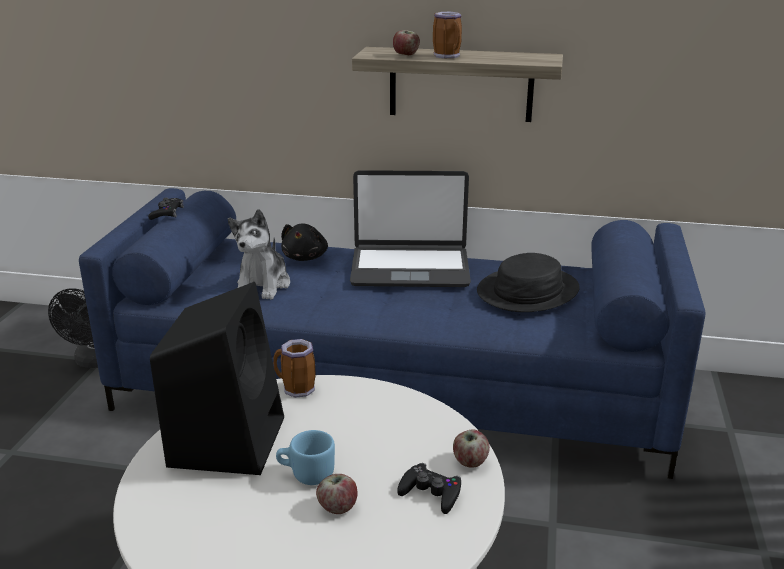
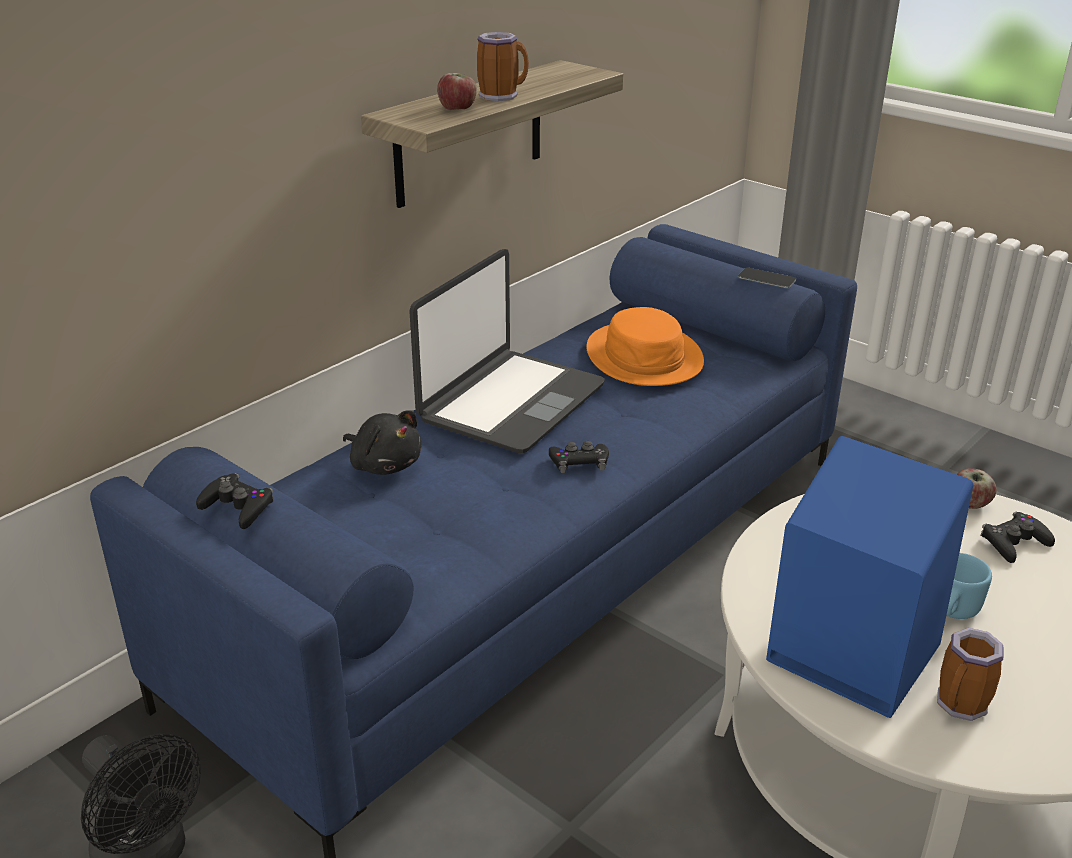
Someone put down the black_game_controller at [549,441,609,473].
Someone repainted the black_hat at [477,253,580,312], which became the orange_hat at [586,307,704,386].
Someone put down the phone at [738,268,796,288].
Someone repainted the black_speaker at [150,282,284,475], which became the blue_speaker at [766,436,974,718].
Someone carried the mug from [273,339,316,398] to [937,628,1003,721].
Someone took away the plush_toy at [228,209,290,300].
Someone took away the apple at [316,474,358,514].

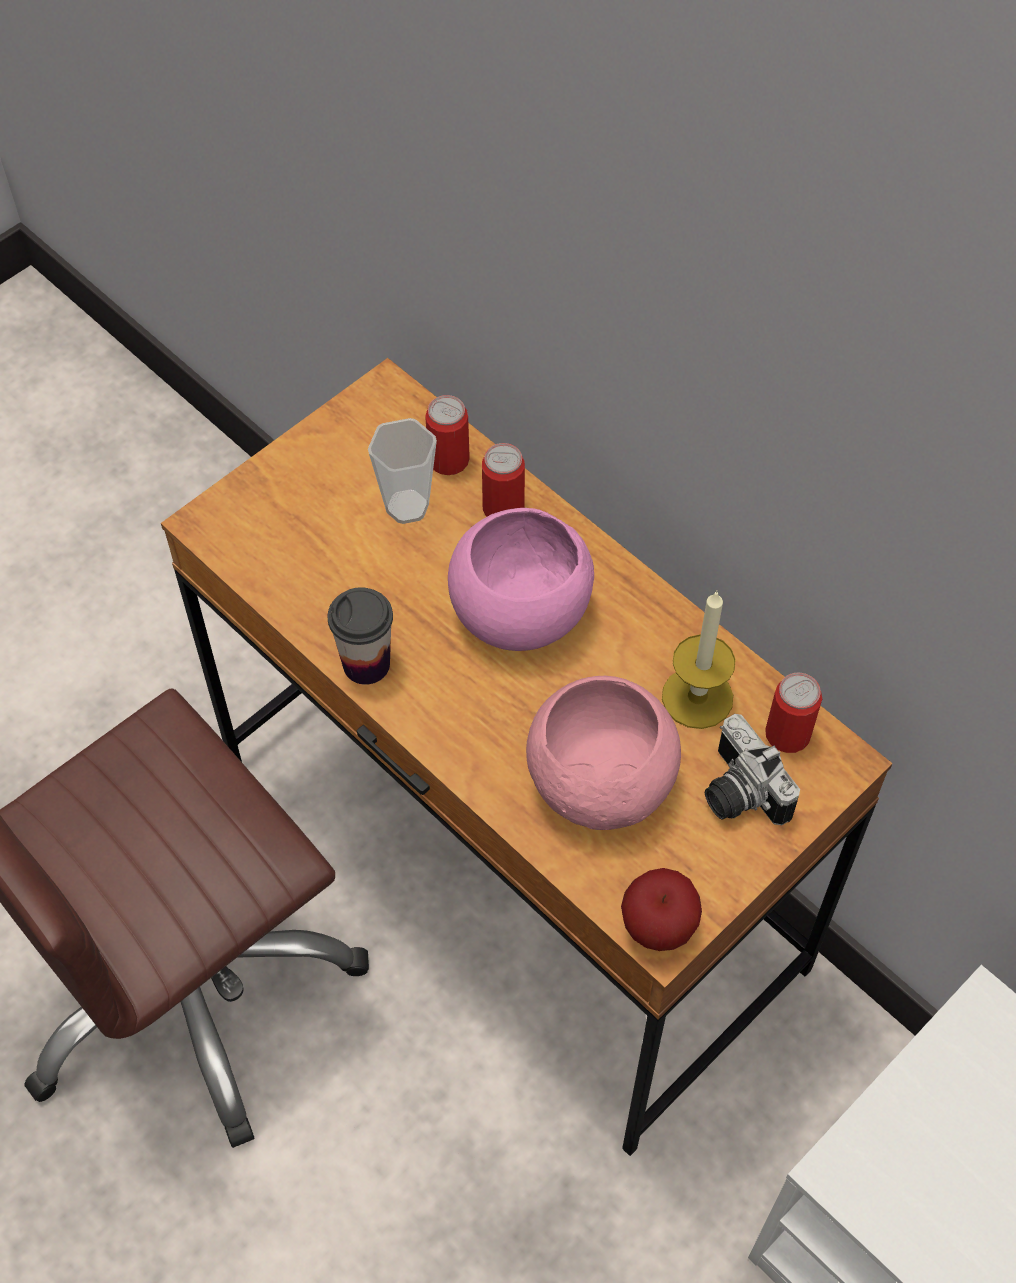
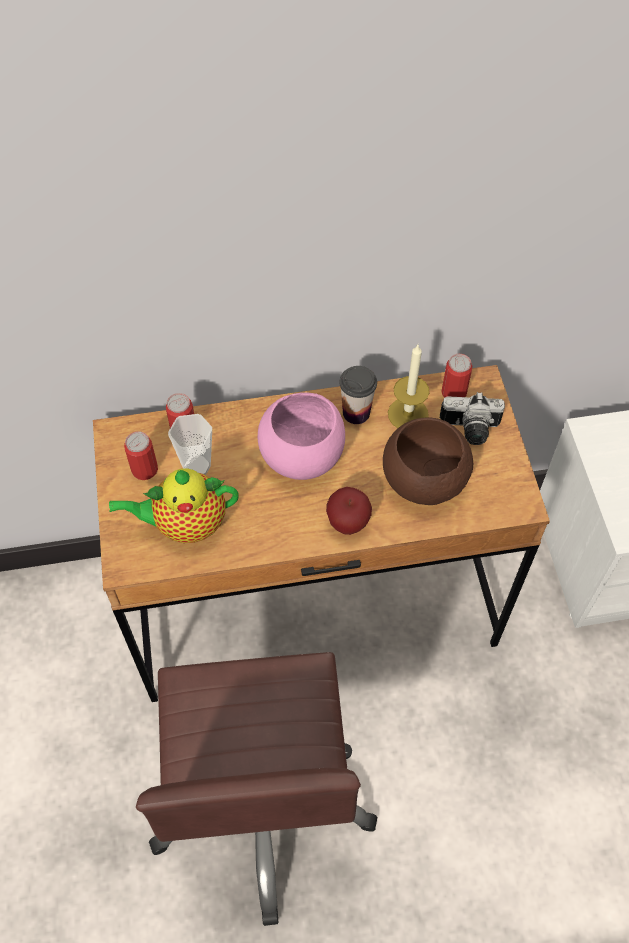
Someone put down the teapot at [109,468,239,543].
Someone carried the can from [482,443,525,516] to [124,431,158,480].
Someone carried the apple from [621,868,702,951] to [326,487,372,535].
Someone carried the cup from [328,587,393,685] to [339,366,377,424].
Someone repainted the pink_bowl at [526,676,681,830], which became the brown_bowl at [383,417,473,505].

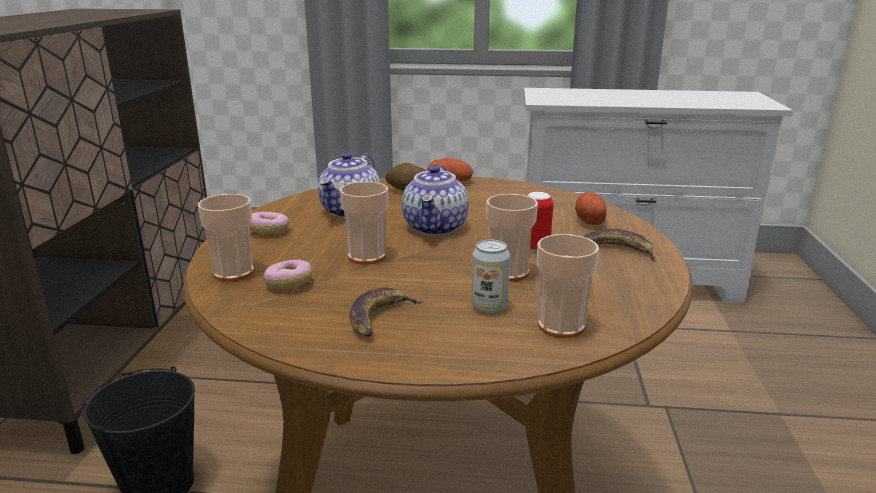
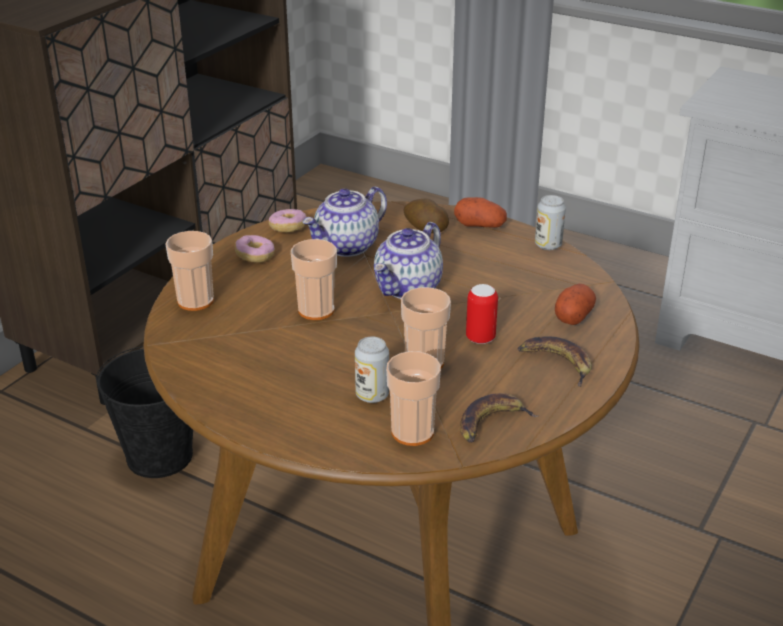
Someone carried the donut from [263,260,312,289] to [269,209,307,232].
Someone carried the banana from [350,287,423,337] to [460,393,539,443].
Someone put down the can at [535,195,566,250].

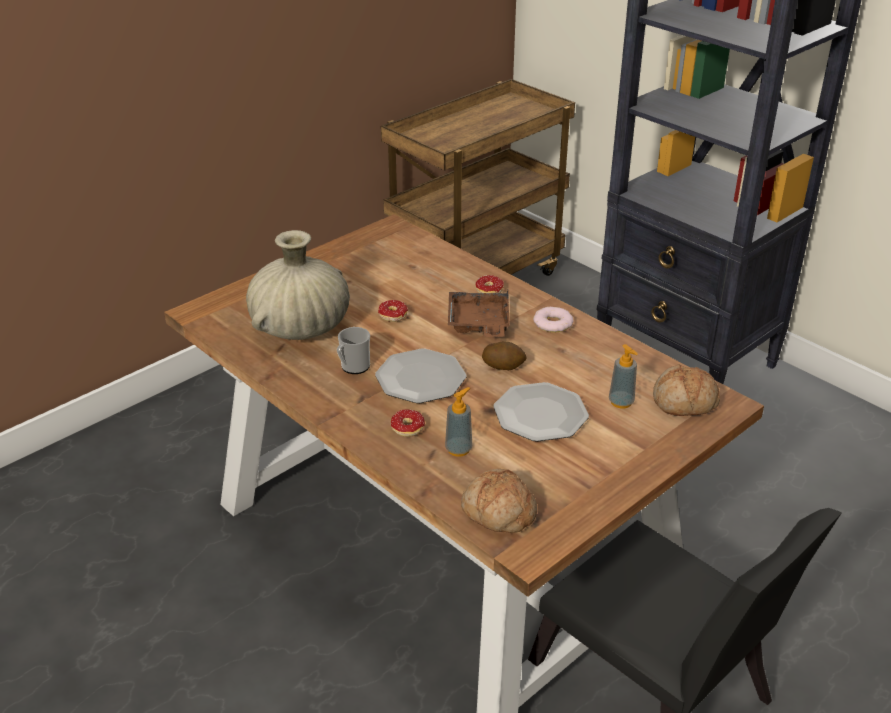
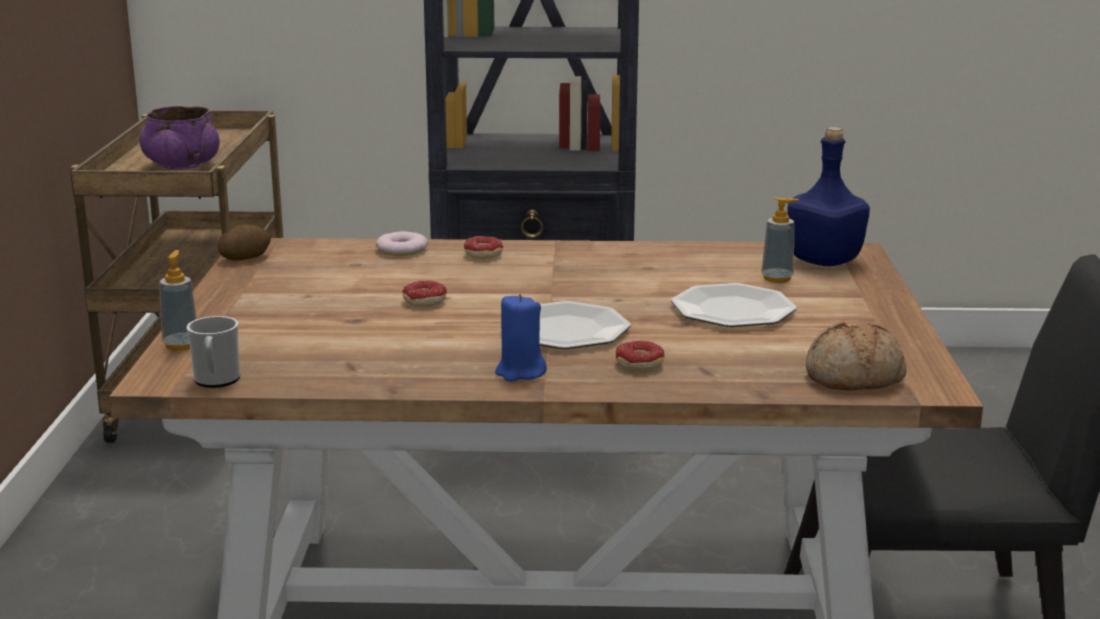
Someone put down the purple_bowl at [139,106,220,170].
Someone carried the soap_dispenser from [445,387,472,457] to [159,250,197,351].
Someone carried the mug from [337,327,370,374] to [187,316,240,388].
Someone carried the potato from [482,341,527,370] to [218,224,271,261].
Someone carried the donut from [533,307,574,332] to [376,231,428,256].
Someone put down the blue_candle at [495,294,547,382].
Someone swapped the bread at [653,364,720,416] for the blue_bottle at [787,127,870,266].
Someone took away the beige_vase at [246,230,350,340].
Someone took away the brown_tray at [448,290,510,337].

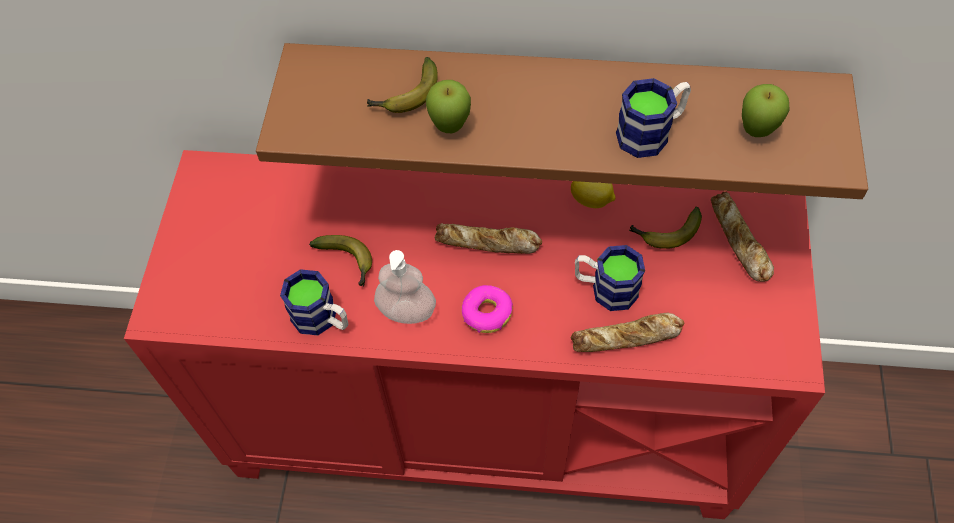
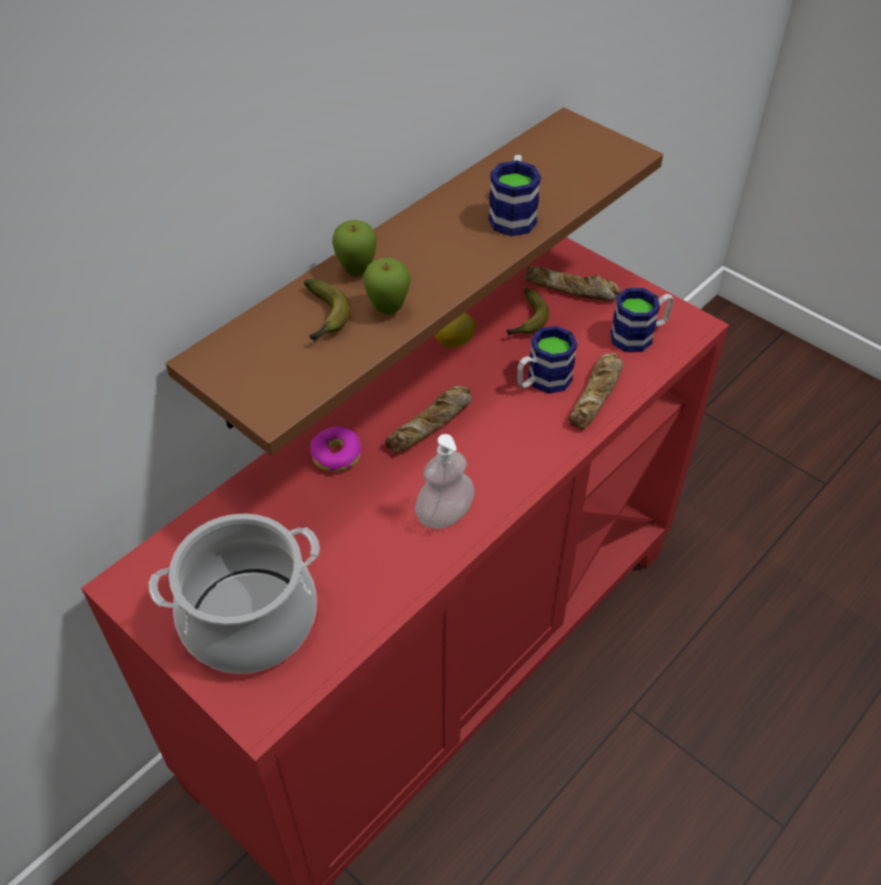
Someone put down the cooking_pot at [149,514,320,674].
Someone carried the donut from [462,285,513,333] to [310,427,362,472].
Someone carried the apple from [742,84,790,137] to [332,220,377,277].
Someone carried the mug from [280,269,348,335] to [610,288,674,352].
Someone took away the banana at [309,235,372,287].

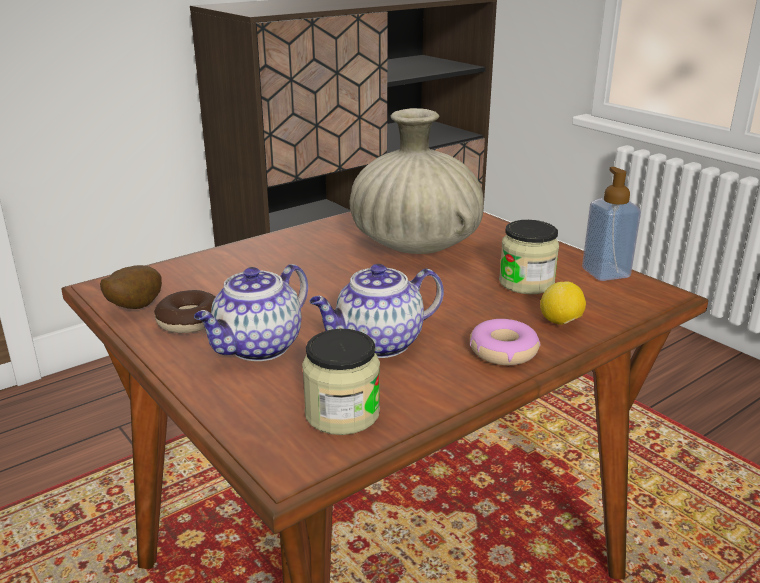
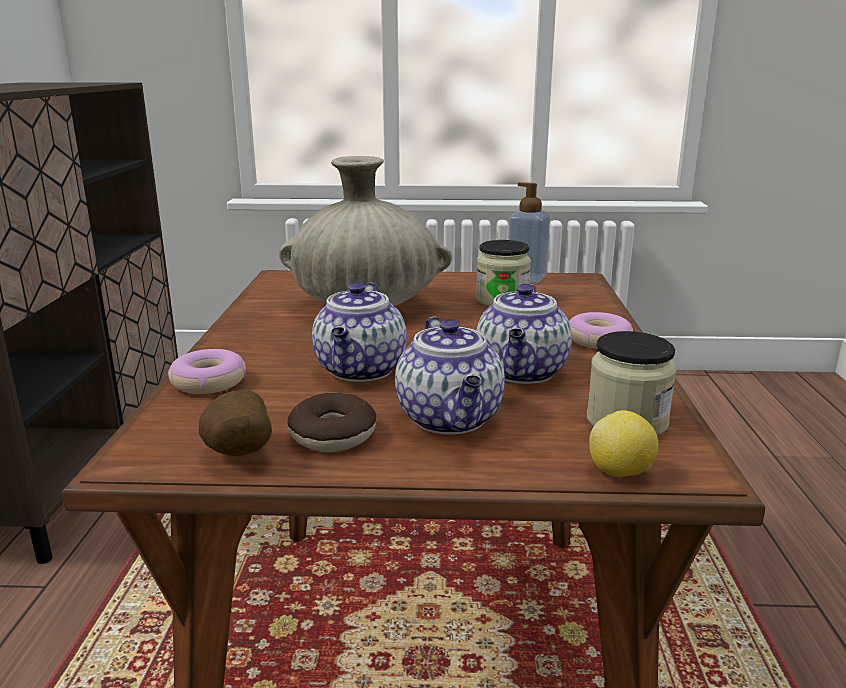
Someone put down the donut at [168,349,246,394].
Someone put down the teapot at [312,282,407,382].
Someone carried the lemon from [540,281,586,325] to [589,410,658,477].

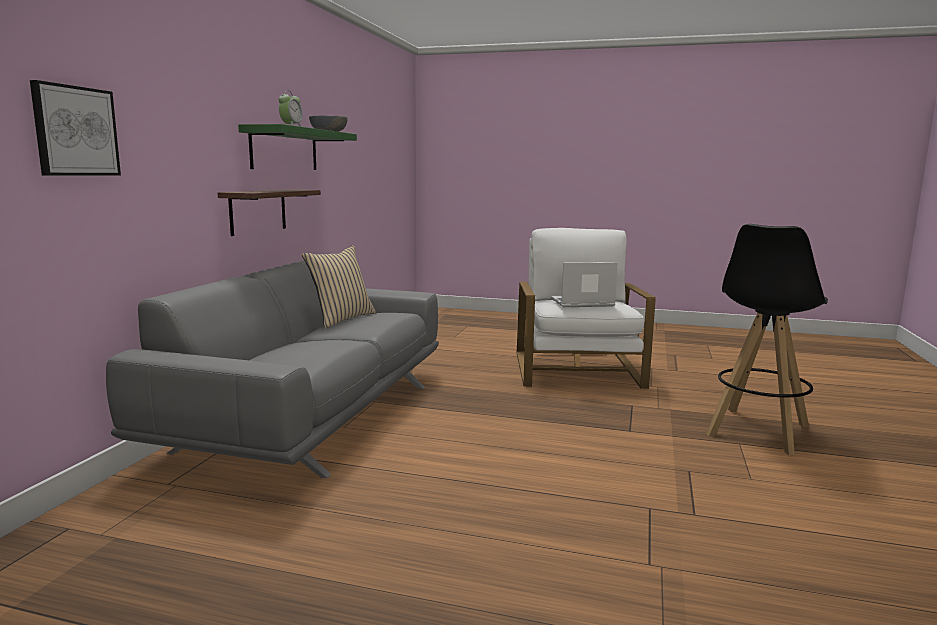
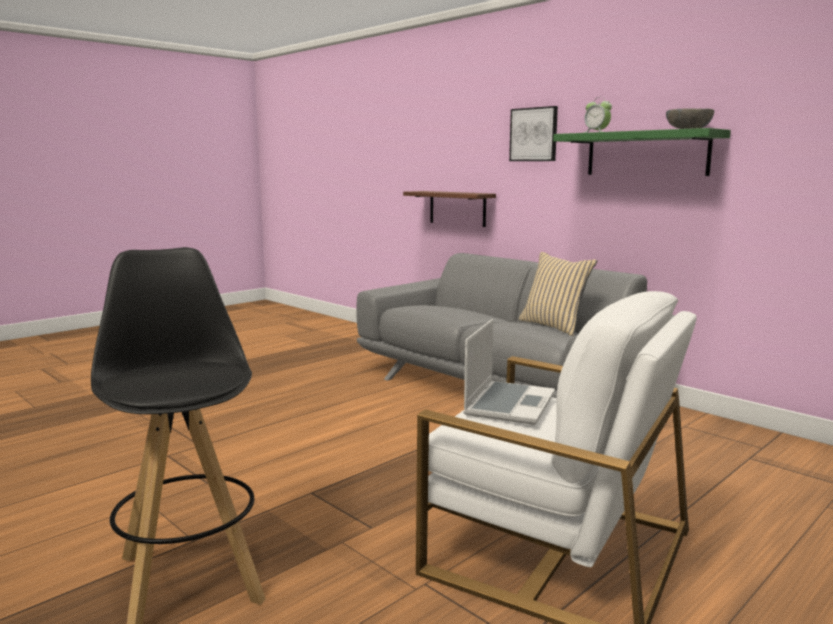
Someone carried the shelf from [217,189,321,236] to [403,191,496,227].
Someone carried the picture from [30,80,121,176] to [509,106,558,161].

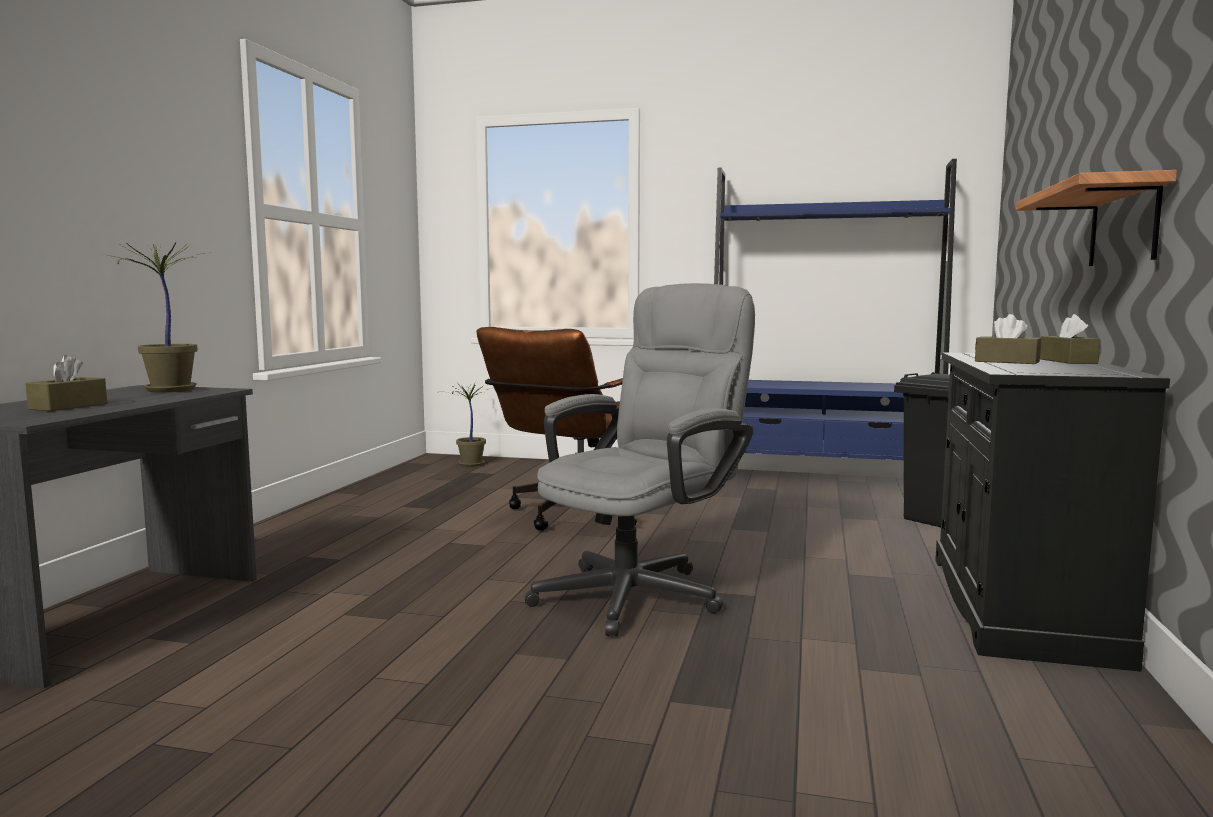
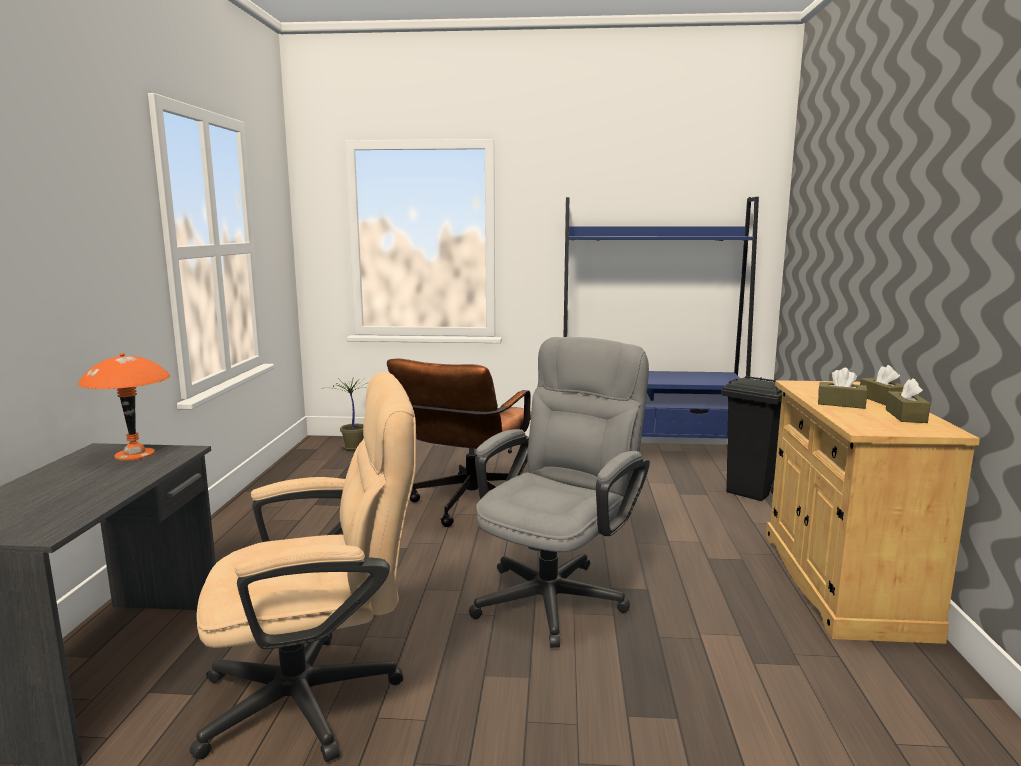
Someone swapped the potted_plant at [100,242,205,392] for the orange_table_lamp at [78,352,170,461].
Someone put down the beige_office_chair at [190,372,416,762].
Someone repainted the black_cabinet at [935,352,1170,671], which became the beige_cabinet at [766,380,980,644].
Someone carried the brown_tissue_box from [25,355,107,411] to [886,378,931,423].
Someone took away the shelf at [1016,170,1177,266].

